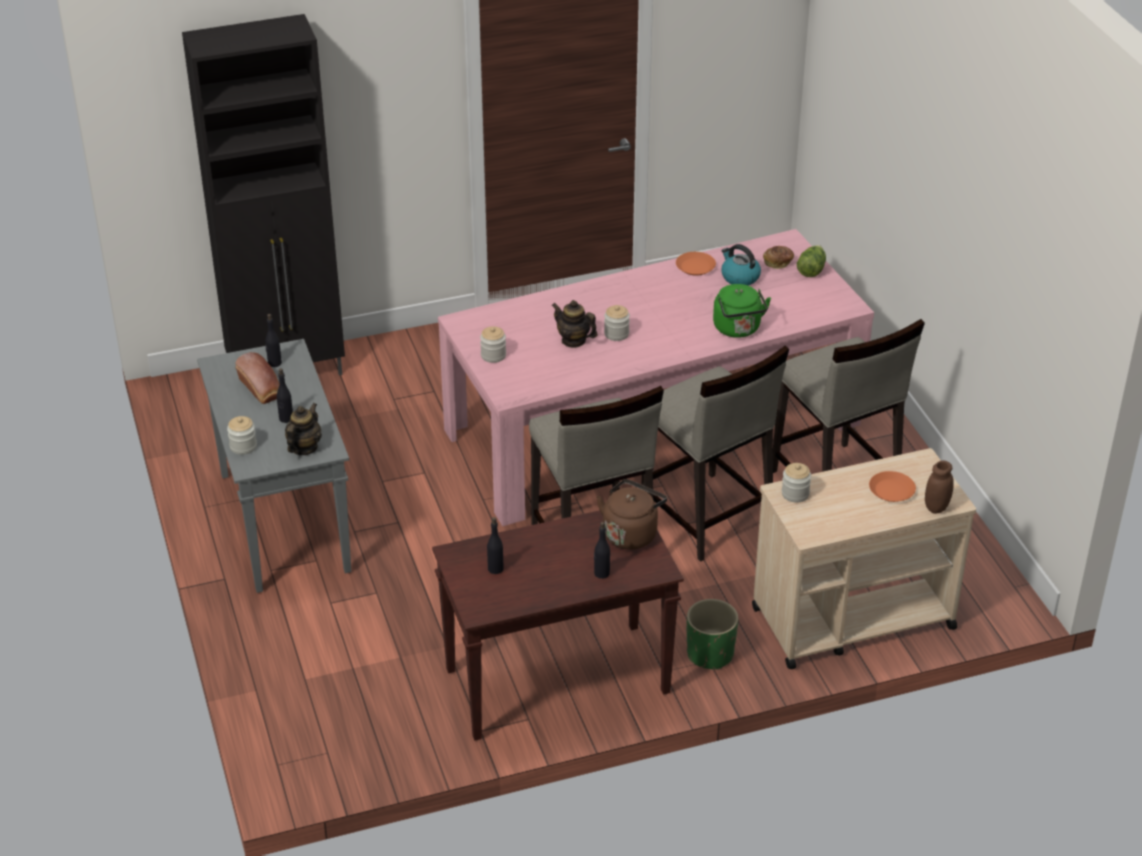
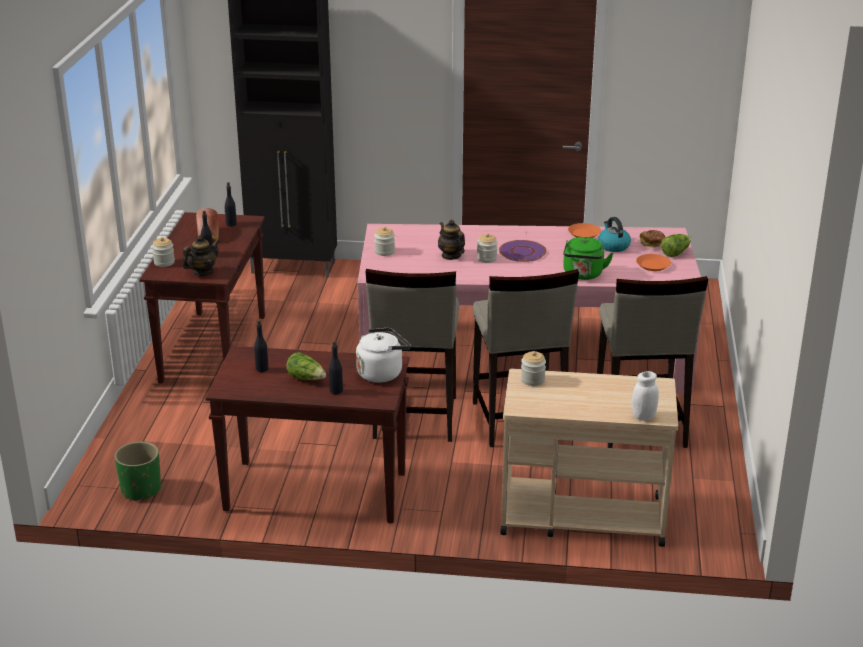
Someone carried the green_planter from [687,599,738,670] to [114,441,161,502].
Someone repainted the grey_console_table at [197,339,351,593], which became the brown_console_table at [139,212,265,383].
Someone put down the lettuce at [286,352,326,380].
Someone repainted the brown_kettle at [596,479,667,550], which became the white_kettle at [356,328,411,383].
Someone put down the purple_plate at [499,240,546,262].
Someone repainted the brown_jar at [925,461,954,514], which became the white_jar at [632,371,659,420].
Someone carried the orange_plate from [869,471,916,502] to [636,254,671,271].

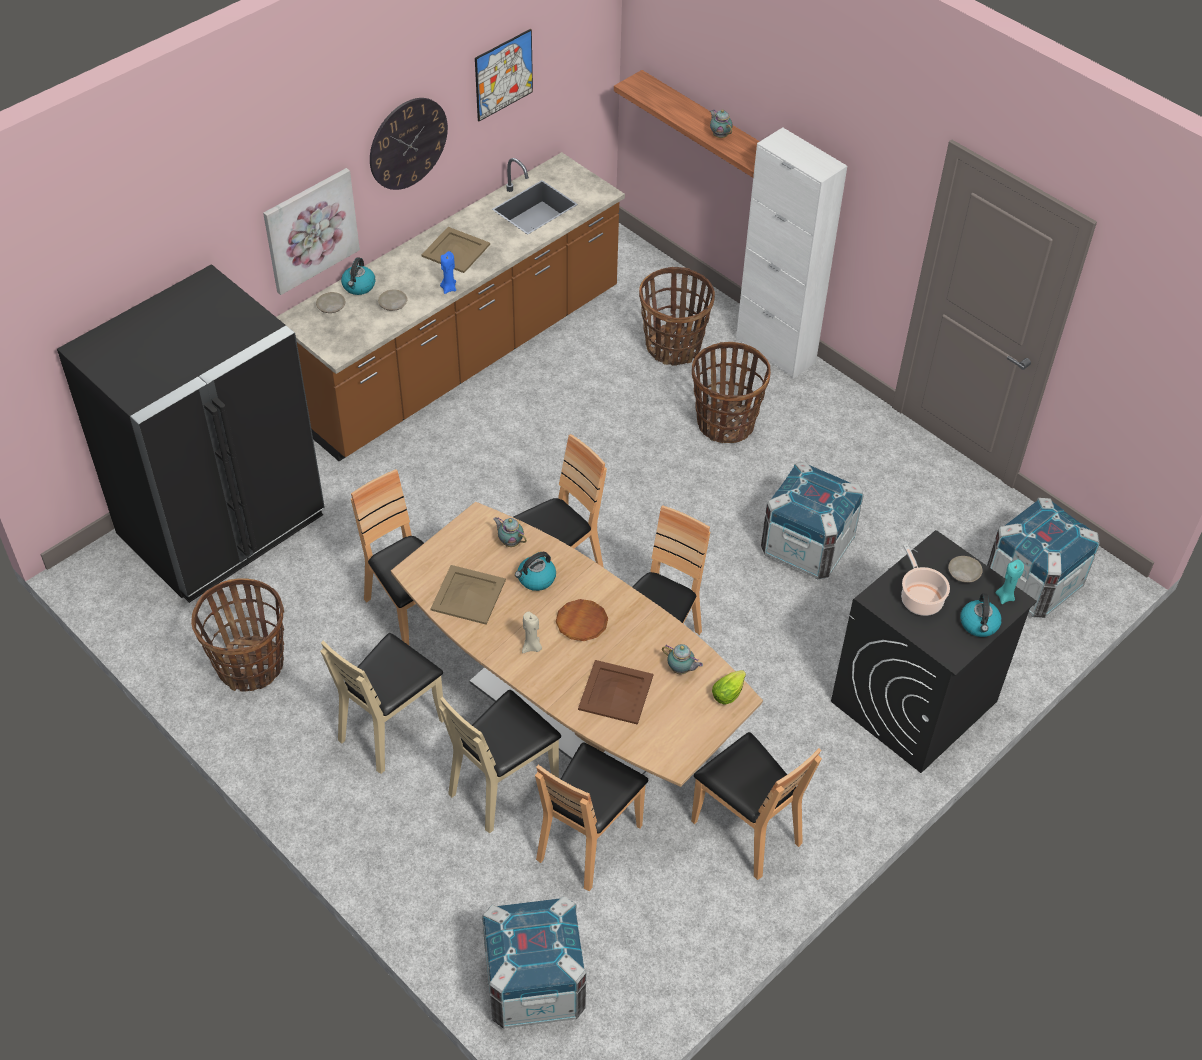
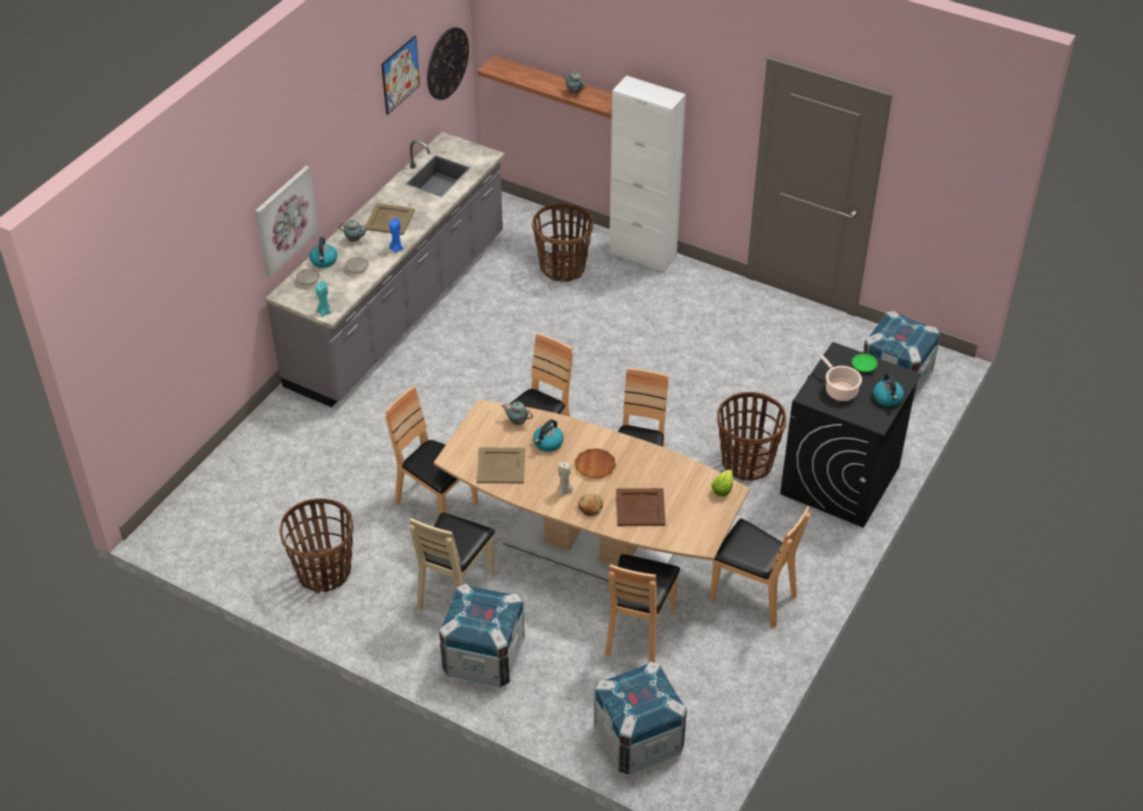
Someone repainted the brown_counter at [277,152,625,461], which became the grey_counter at [265,132,505,407].
Someone carried the turquoise_candle from [996,560,1024,604] to [316,281,331,317].
Someone carried the teapot from [662,644,703,674] to [339,219,368,242].
Someone carried the wall_clock from [370,98,448,190] to [427,27,469,100].
Someone carried the crate from [761,462,864,580] to [439,584,525,687].
Someone put down the bread at [578,494,603,516].
Someone carried the basket from [692,342,771,443] to [717,392,787,481].
Someone repainted the beige_plate at [948,556,983,583], which became the green_plate at [852,354,878,372].
Someone took away the black_fridge at [57,264,325,603].
Someone took away the beige_chair at [439,690,561,833].

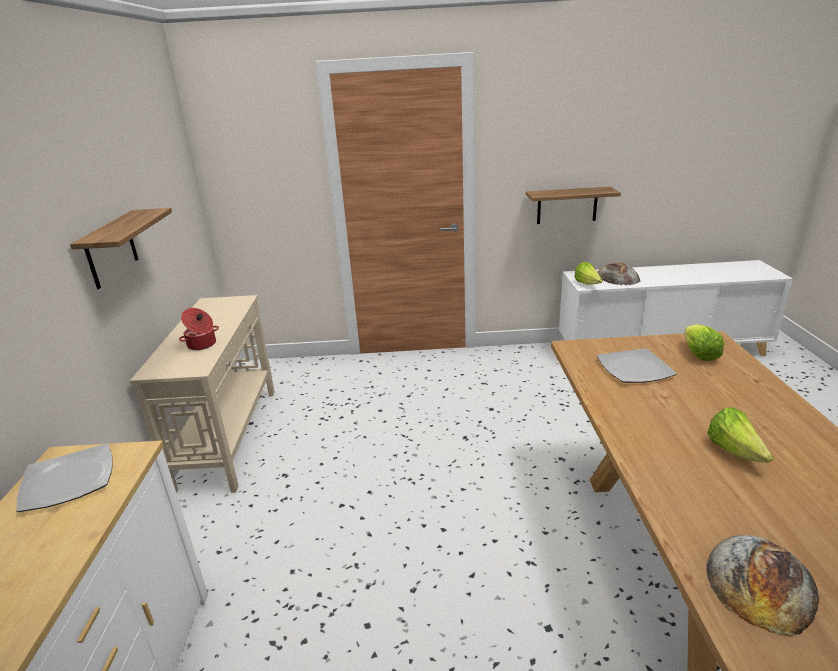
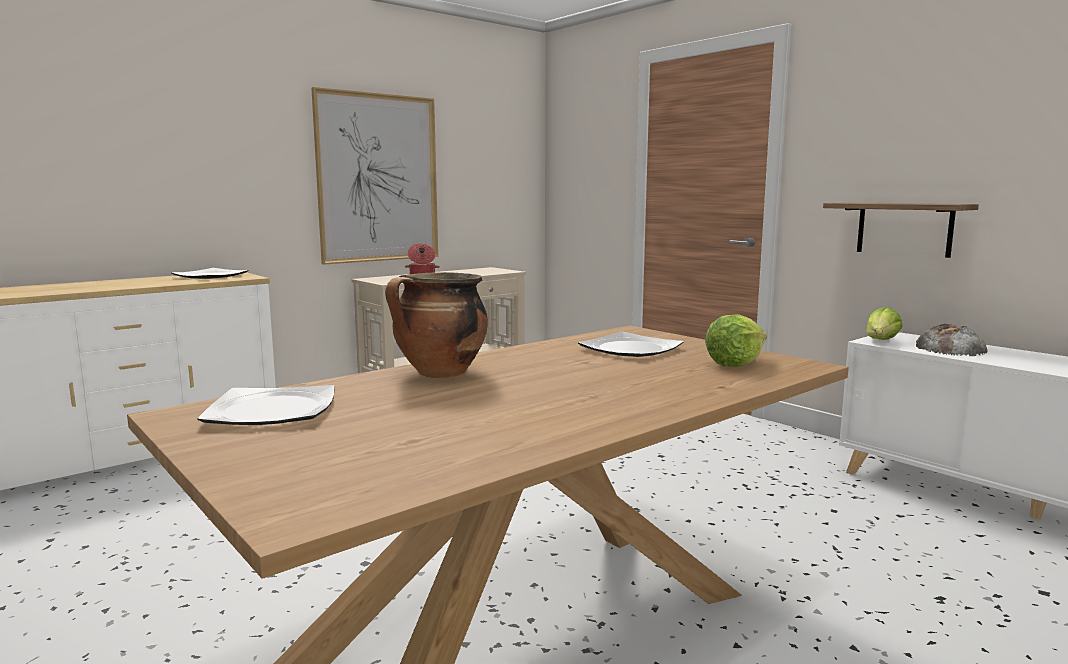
Someone swapped the bread at [706,535,819,637] for the plate at [198,385,334,425].
Someone swapped the shelf at [70,208,172,289] for the picture at [311,87,438,265].
Someone put down the cooking_pot at [385,272,488,378].
Someone took away the lettuce at [707,407,774,463].

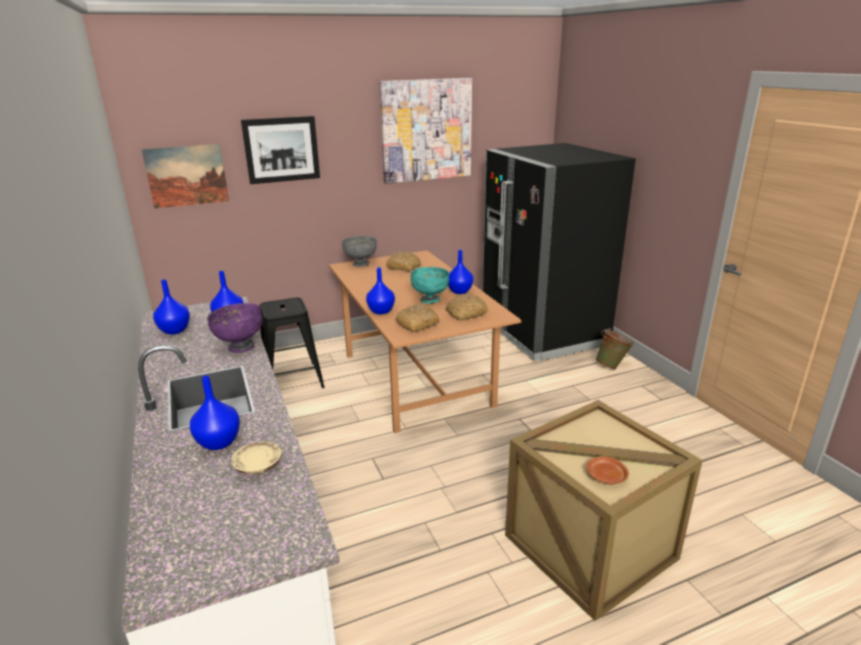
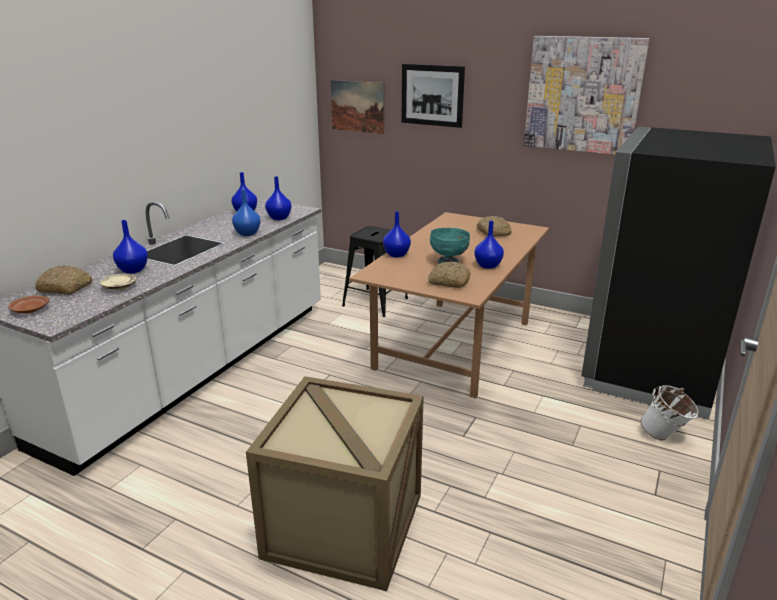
Someone carried the brown_plate from [586,456,629,484] to [8,296,49,313].
Someone carried the bread from [396,304,440,332] to [35,265,93,295].
Someone swapped the purple_bowl at [207,303,262,353] for the blue_vase at [232,189,261,236].
Someone repainted the green_bucket at [596,328,634,369], which became the white_bucket at [640,385,698,440].
Someone took away the grey_bowl at [342,236,377,267].

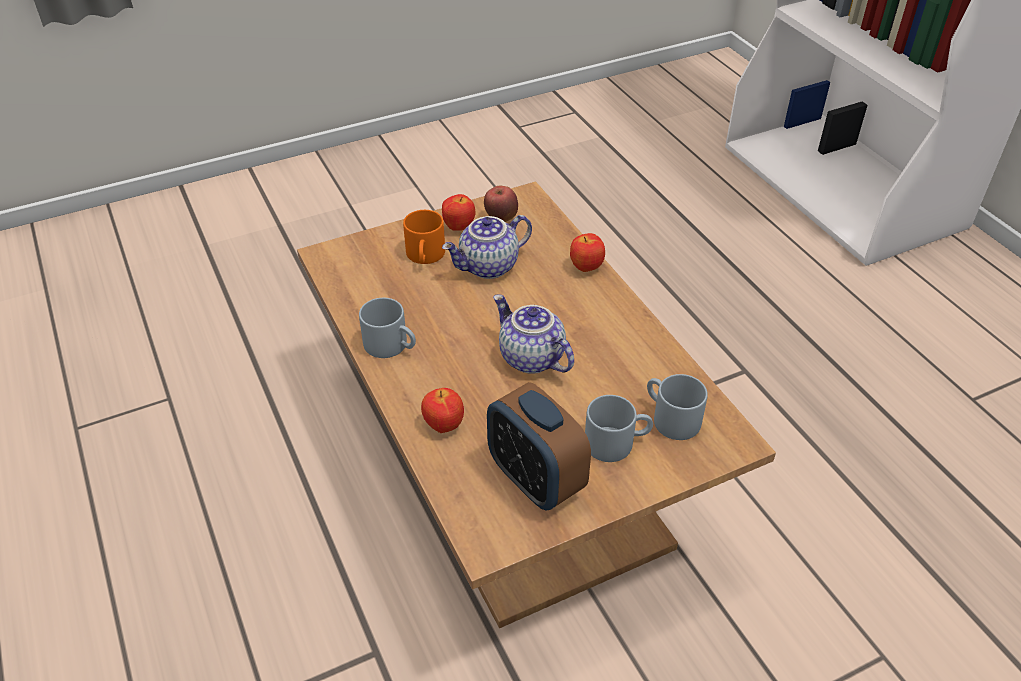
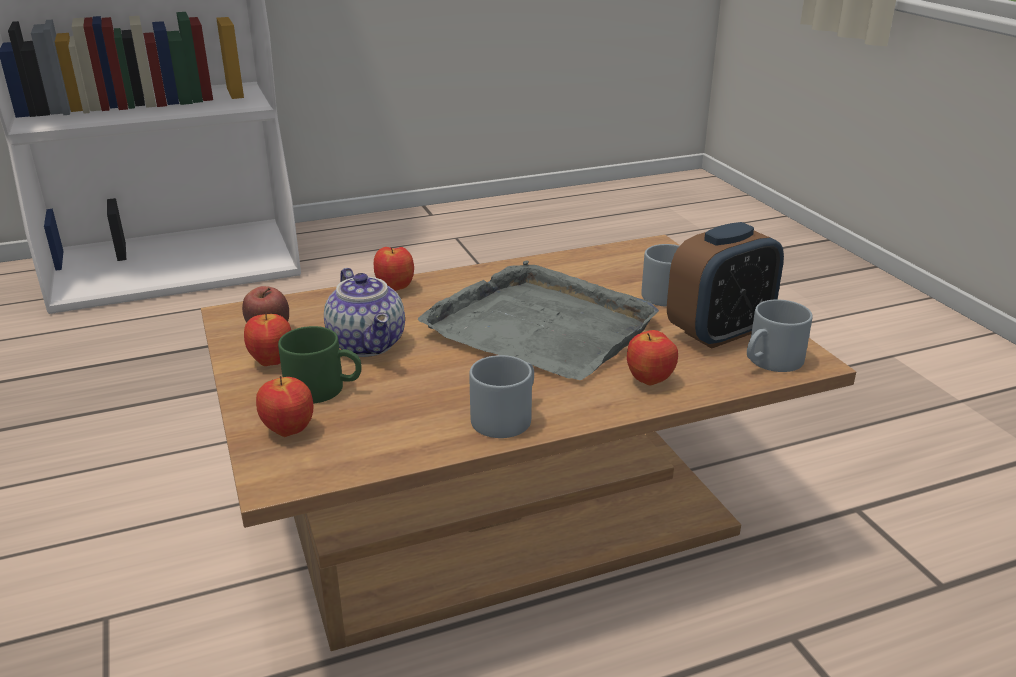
Someone put down the apple at [256,376,313,437].
Someone repainted the orange_mug at [403,210,445,264], which became the green_mug at [278,326,362,404].
Someone swapped the teapot at [493,294,574,374] for the grey_tray at [418,260,659,380].
Someone carried the grey_mug from [647,374,708,440] to [747,299,813,372].

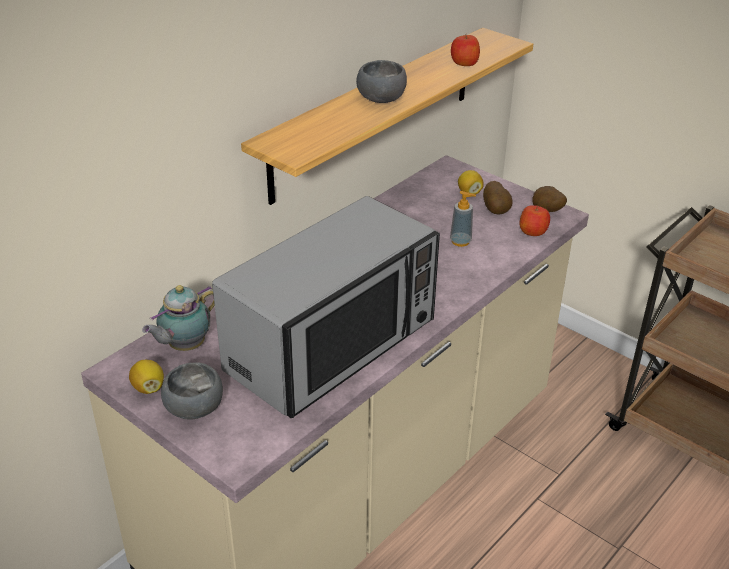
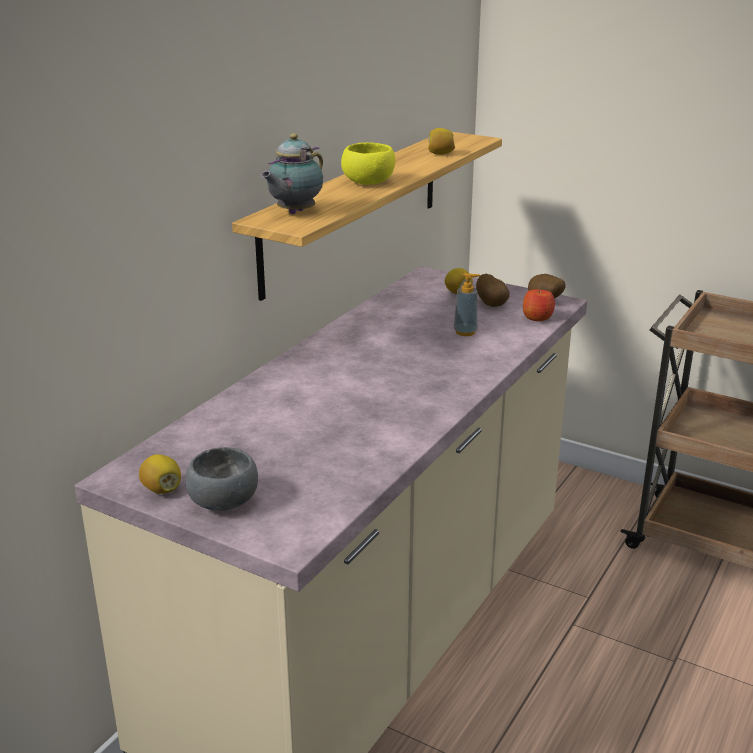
Someone carried the teapot from [142,285,215,351] to [261,133,323,214].
Someone repainted the grey_bowl at [356,60,407,103], which became the yellow_bowl at [341,142,395,185].
Someone swapped the apple at [451,35,480,66] for the lemon at [428,128,455,155].
Someone took away the microwave at [212,196,440,418].

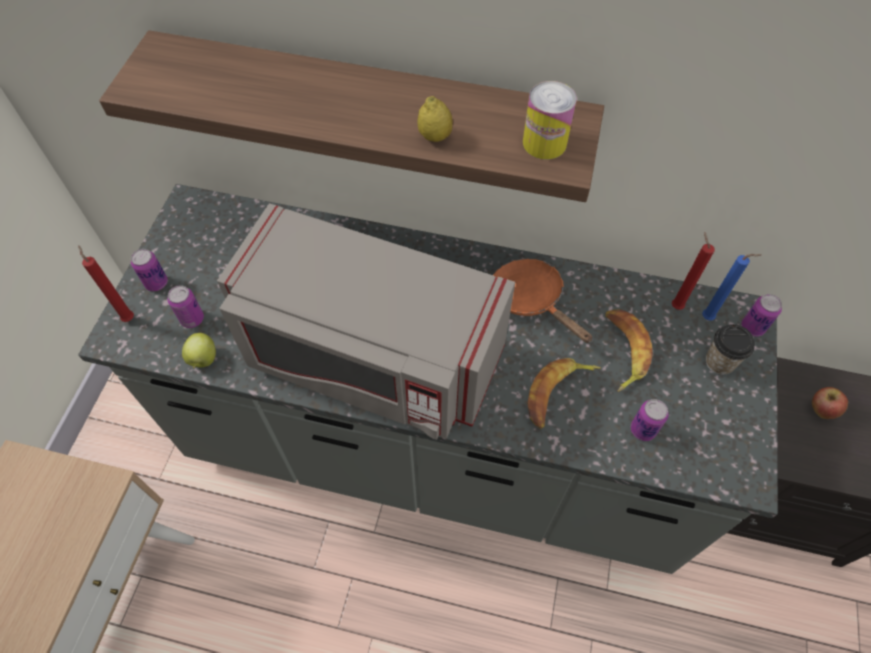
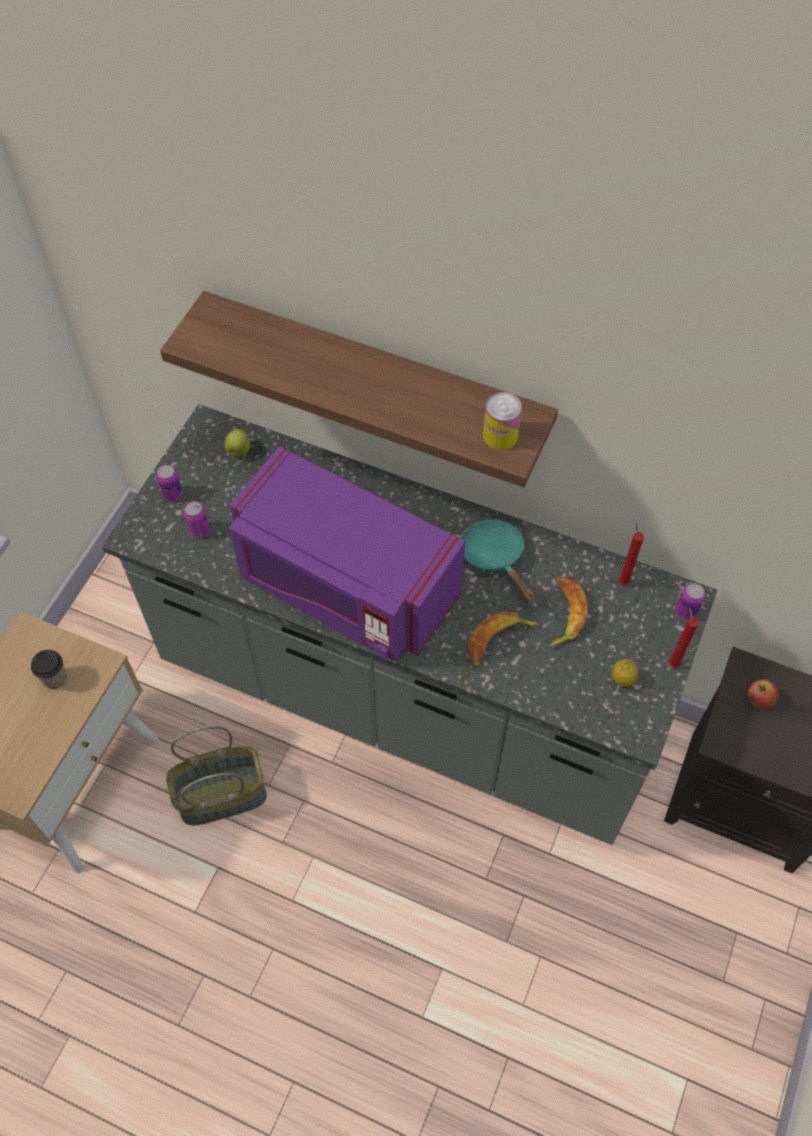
Someone carried the cup from [706,324,755,375] to [31,650,67,689].
Someone put down the basket at [166,726,267,825].
Someone carried the apple from [182,333,216,368] to [225,429,250,457].
Someone repainted the grey_microwave at [217,203,515,440], which became the purple_microwave at [229,446,465,661].
Someone repainted the orange_frying_pan at [493,259,593,343], which became the turquoise_frying_pan at [460,519,535,602].
Someone carried the lemon from [417,96,453,142] to [612,659,639,687].
Someone carried the red_candle from [78,245,134,322] to [668,608,699,668].
Someone took away the can at [631,399,669,441].
Someone took away the blue_candle at [702,254,761,320].

